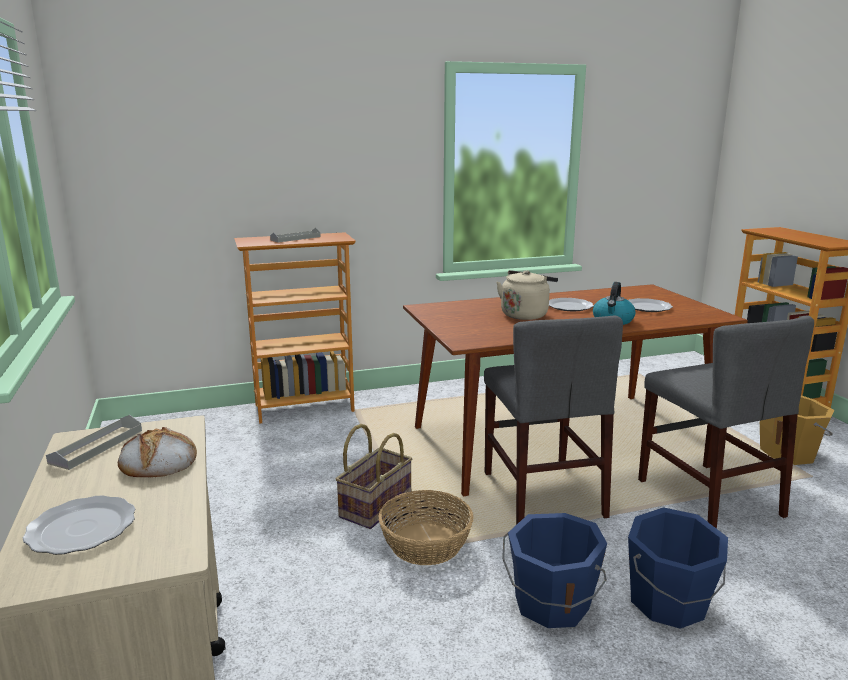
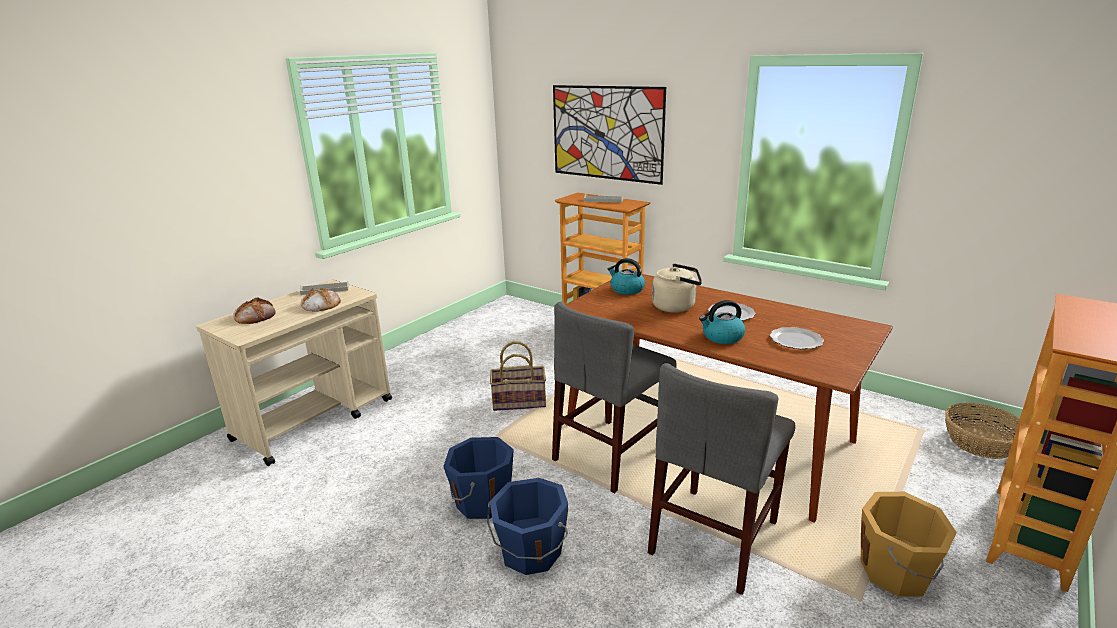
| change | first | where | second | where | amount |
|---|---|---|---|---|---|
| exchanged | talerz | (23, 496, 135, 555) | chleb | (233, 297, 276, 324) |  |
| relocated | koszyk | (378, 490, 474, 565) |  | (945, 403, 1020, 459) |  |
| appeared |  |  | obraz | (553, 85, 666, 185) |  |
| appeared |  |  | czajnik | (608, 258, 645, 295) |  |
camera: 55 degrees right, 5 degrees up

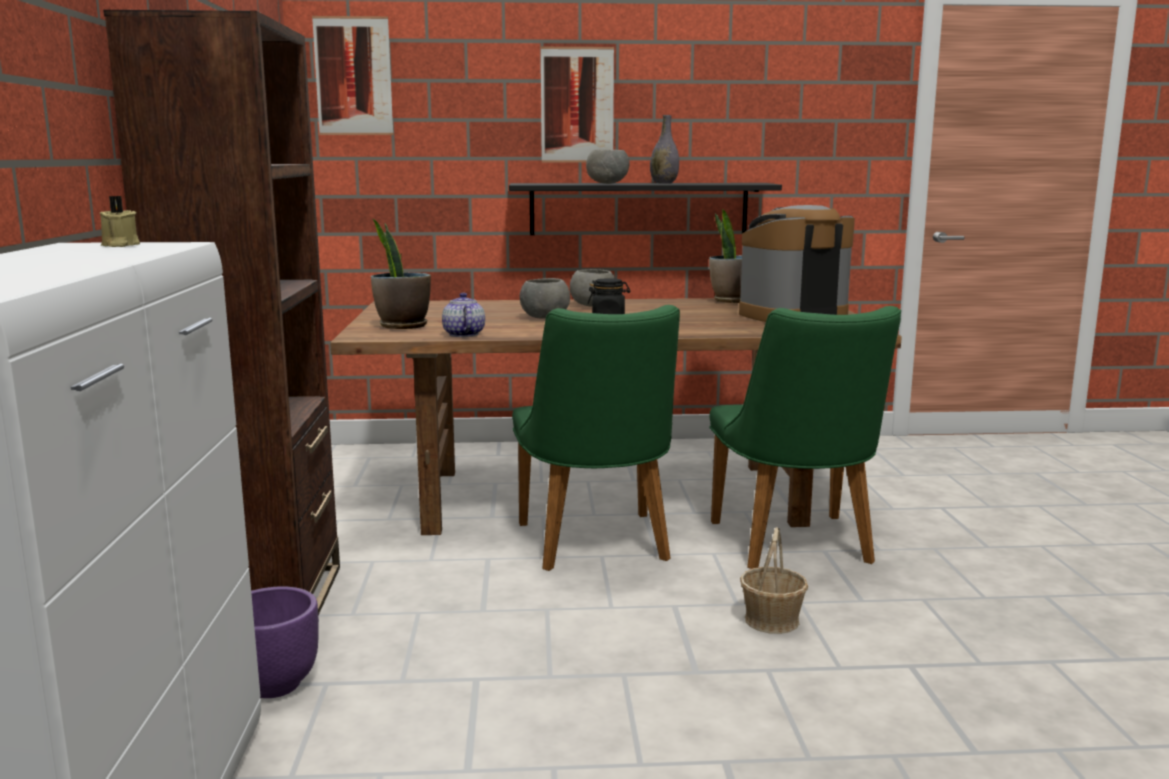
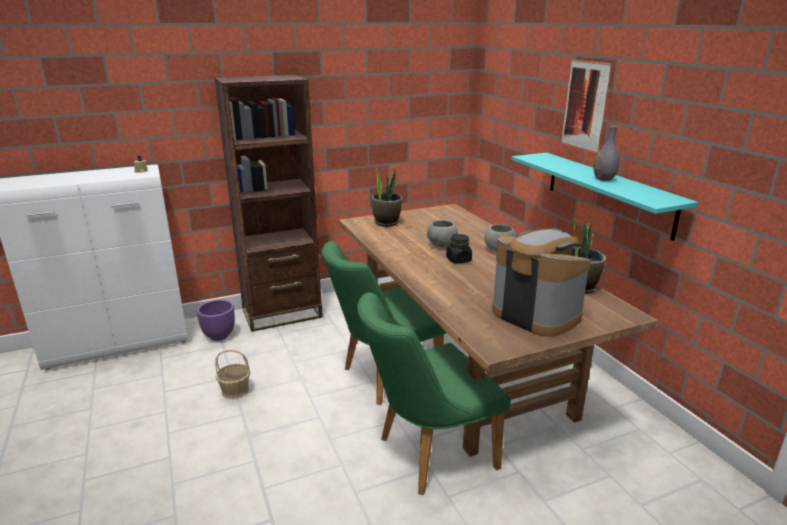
| change | first | where | second | where | amount |
|---|---|---|---|---|---|
| missing | obraz | (312, 16, 394, 135) |  |  |  |
| missing | imbryk | (442, 293, 485, 337) |  |  |  |
| colour | półka (czarny) | (509, 183, 782, 235) | półka (turkusowy) | (512, 153, 698, 241) |  |
| missing | miska (szary) | (586, 149, 630, 184) |  |  |  |
| relocated | koszyk | (740, 527, 808, 634) |  | (215, 349, 250, 399) |  |
camera: 70 degrees right, 10 degrees up

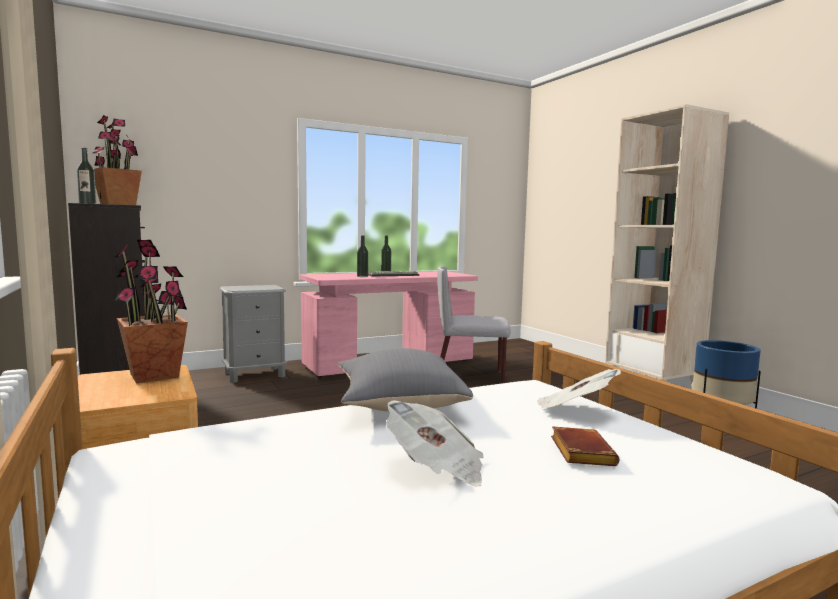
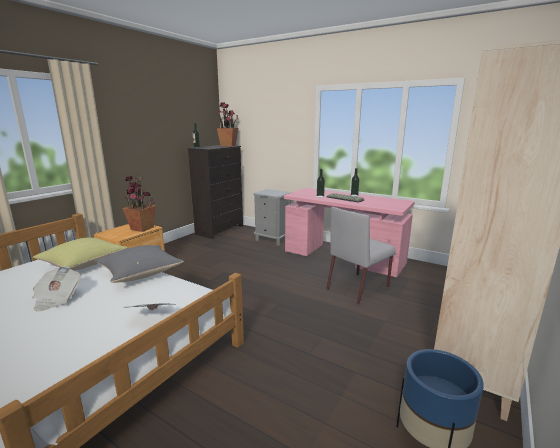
| change | first | where | second | where | amount |
|---|---|---|---|---|---|
| spun | krzesło (szary) | (437, 266, 511, 384) |  | (326, 207, 396, 305) | 105 degrees counterclockwise |
| missing | książka (brązowy) | (551, 426, 619, 466) |  |  |  |
| appeared |  |  | poduszka (żółty) | (33, 237, 128, 271) |  |
camera: 60 degrees right, 10 degrees up

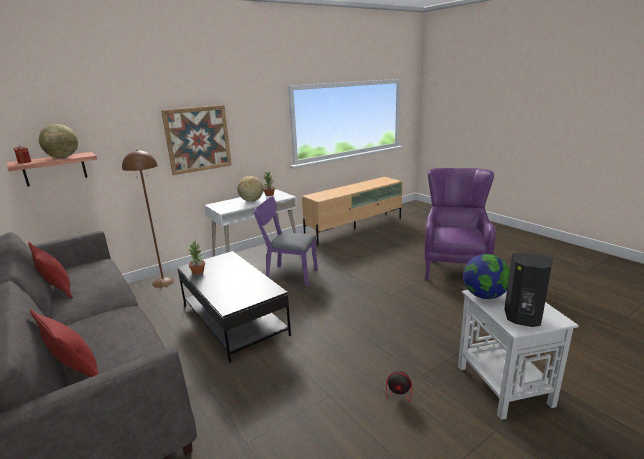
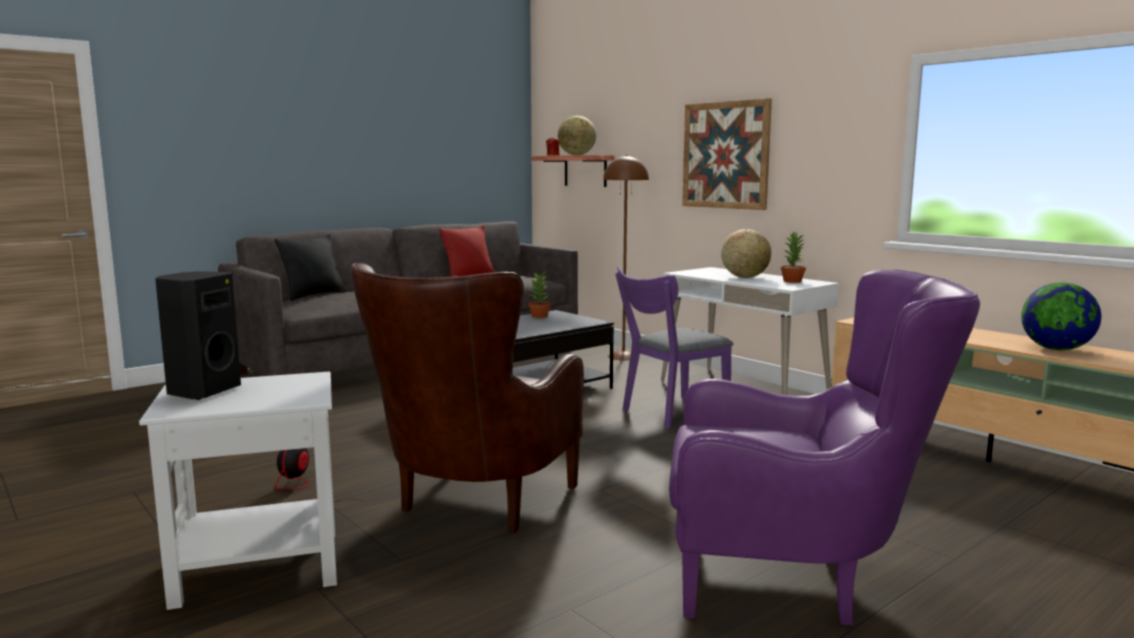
| change | first | where | second | where | amount |
|---|---|---|---|---|---|
| colour | poduszka (czerwony) | (30, 309, 99, 377) | poduszka (czarny) | (275, 234, 346, 301) |  |
| spun | krzesło (fioletowy) | (254, 196, 318, 286) |  | (615, 266, 733, 429) | 135 degrees counterclockwise |
| relocated | globus | (463, 254, 510, 299) |  | (1021, 282, 1101, 350) |  |
| appeared |  |  | fotel (brązowy) | (351, 263, 584, 533) |  |
camera: 85 degrees right, 10 degrees down

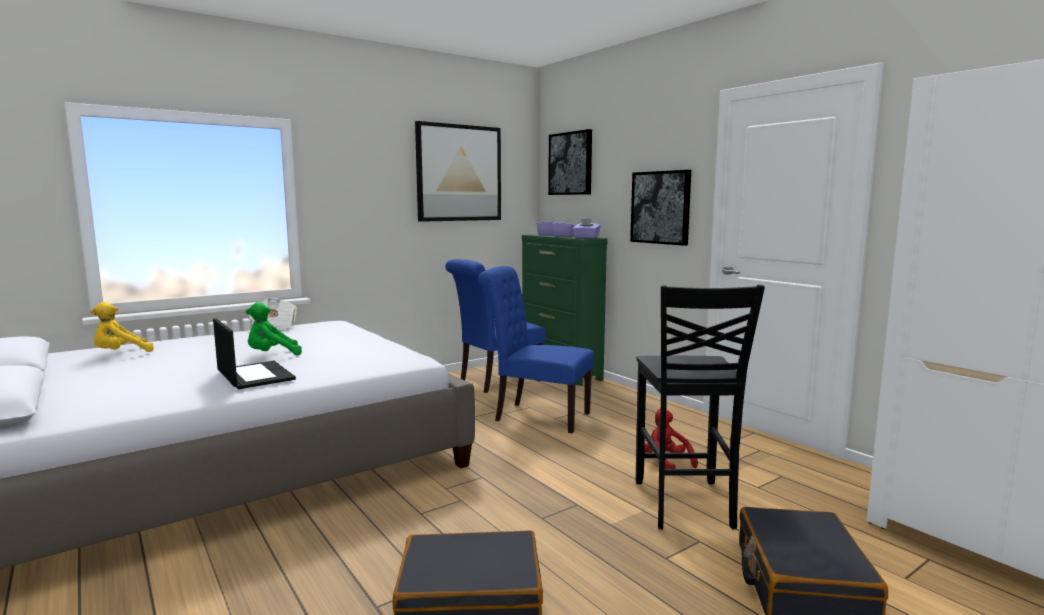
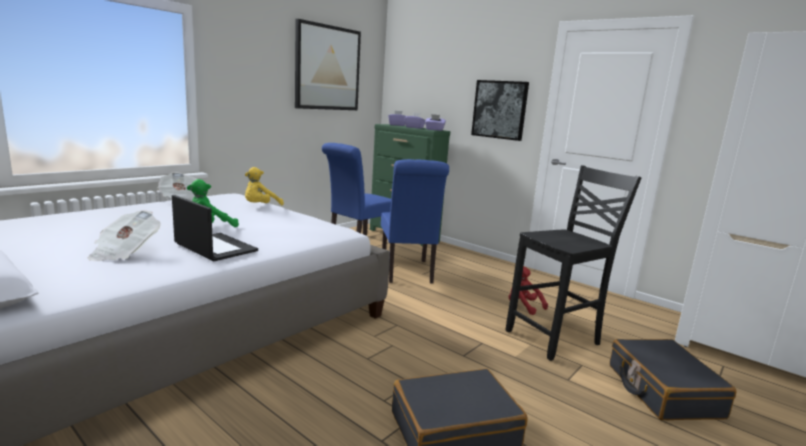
| change | first | where | second | where | amount |
|---|---|---|---|---|---|
| relocated | pluszak (żółty) | (90, 302, 154, 352) |  | (245, 167, 284, 205) |  |
| spun | krzesło (niebieski) | (478, 266, 594, 433) |  | (381, 159, 449, 284) | 105 degrees counterclockwise |
| missing | obraz | (548, 129, 592, 195) |  |  |  |
| spun | krzesło (czarny) | (636, 285, 765, 530) |  | (506, 165, 642, 361) | 105 degrees counterclockwise |
| appeared |  |  | gazeta | (88, 210, 161, 261) |  |
camera: 15 degrees left, 5 degrees up

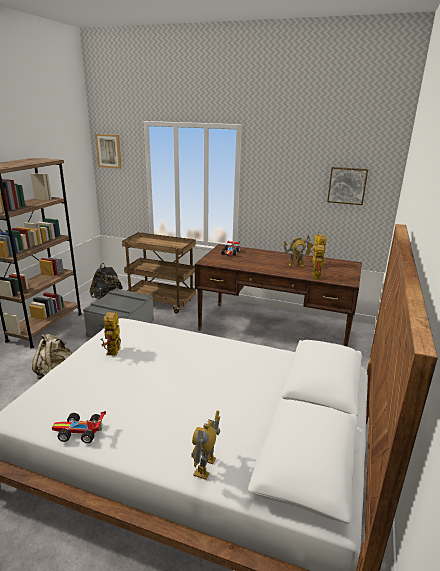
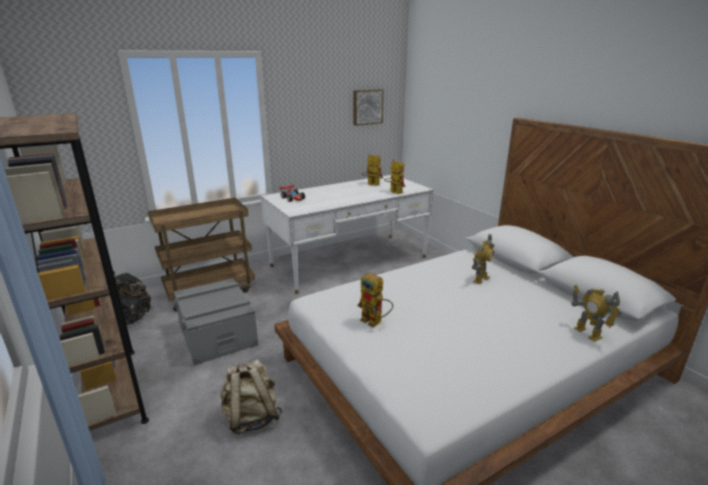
| change | first | where | second | where | amount |
|---|---|---|---|---|---|
| missing | samochodzik | (52, 411, 106, 443) |  |  |  |
| missing | obraz | (95, 134, 122, 169) |  |  |  |
| colour | biurko (brązowy) | (195, 244, 362, 347) | biurko (biały) | (261, 175, 434, 294) |  |
| relocated | robot zabawkowy | (283, 235, 313, 267) |  | (472, 234, 494, 284) |  |
camera: 50 degrees left, 0 degrees up

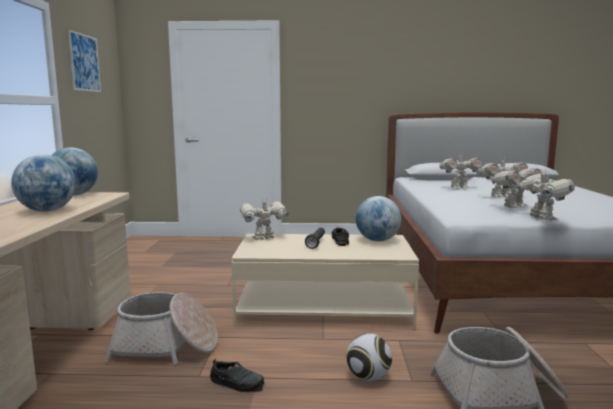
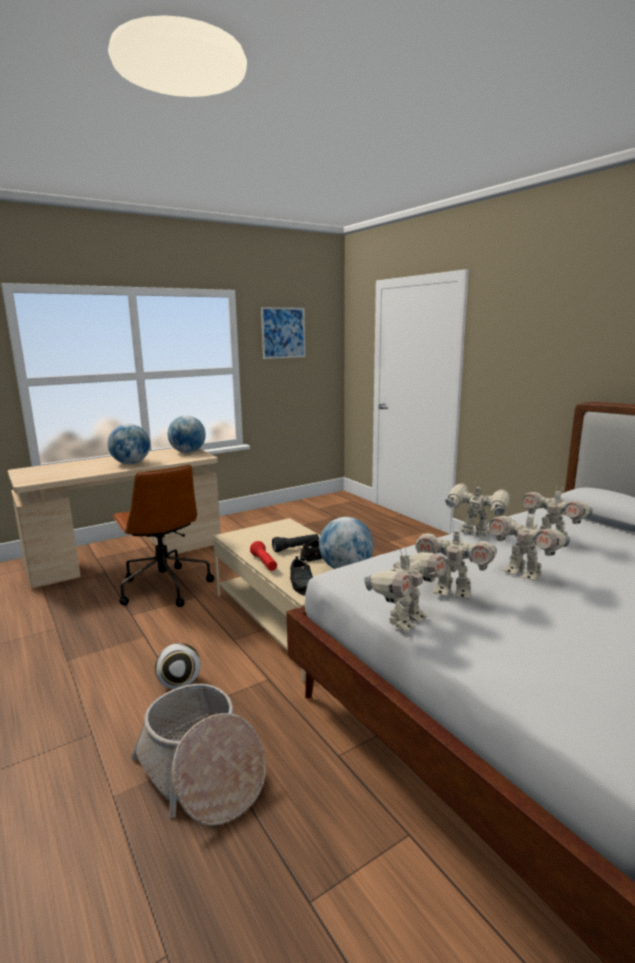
| change | first | where | second | where | amount |
|---|---|---|---|---|---|
| exchanged | koszyk | (105, 292, 218, 364) | krzesło biurowe (brązowy) | (112, 465, 214, 607) |  |
| relocated | but (czarny) | (210, 359, 264, 393) |  | (290, 556, 313, 596) |  |
| relocated | robot zabawkowy | (240, 200, 289, 240) |  | (445, 482, 510, 536) |  |
| appeared |  |  | latarka (czerwony) | (250, 541, 277, 571) |  |
camera: 55 degrees right, 5 degrees up

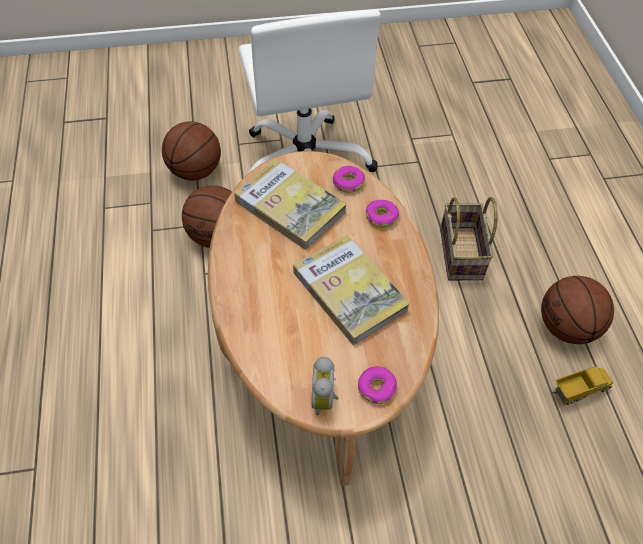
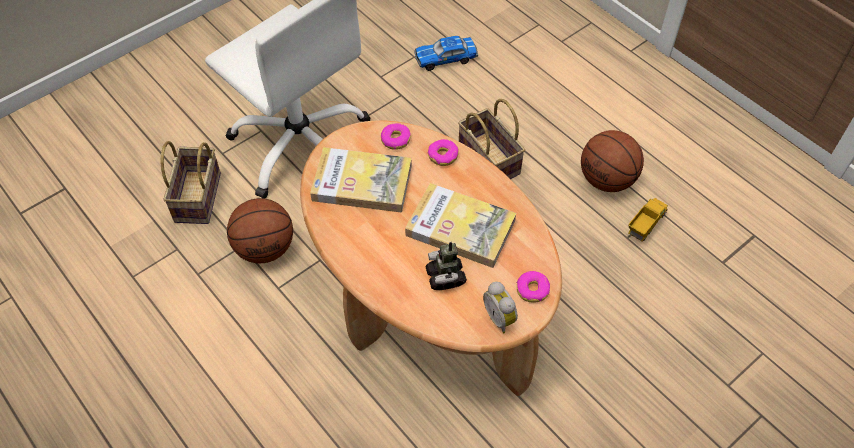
| change | first | where | second | where | amount |
|---|---|---|---|---|---|
| exchanged | piłka do koszykówki | (162, 121, 221, 180) | koszyk | (160, 141, 221, 224) |  |
| appeared |  |  | samochodzik | (414, 36, 478, 71) |  |
| appeared |  |  | robot zabawkowy | (426, 242, 467, 290) |  |
camera: 30 degrees left, 0 degrees up

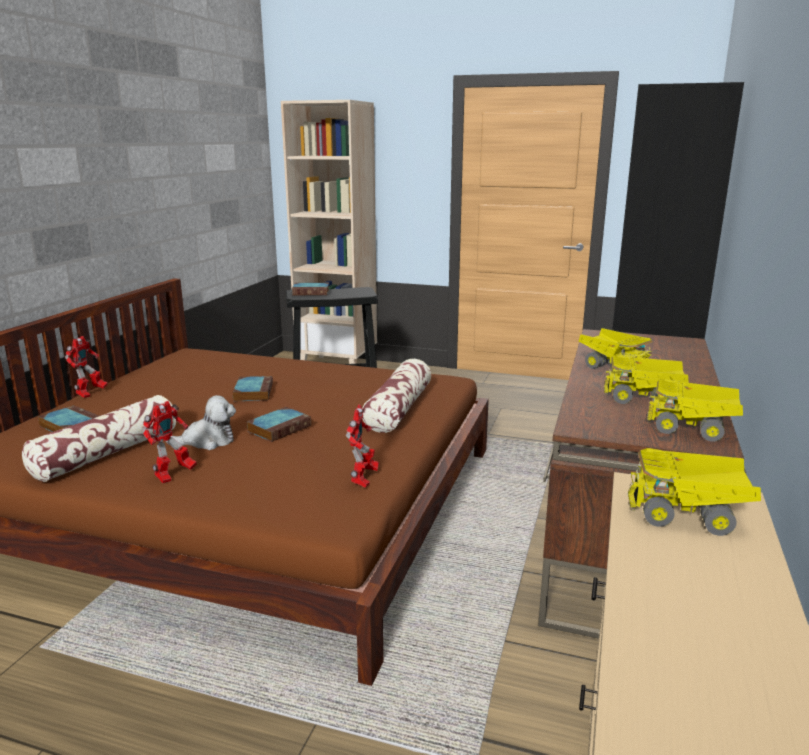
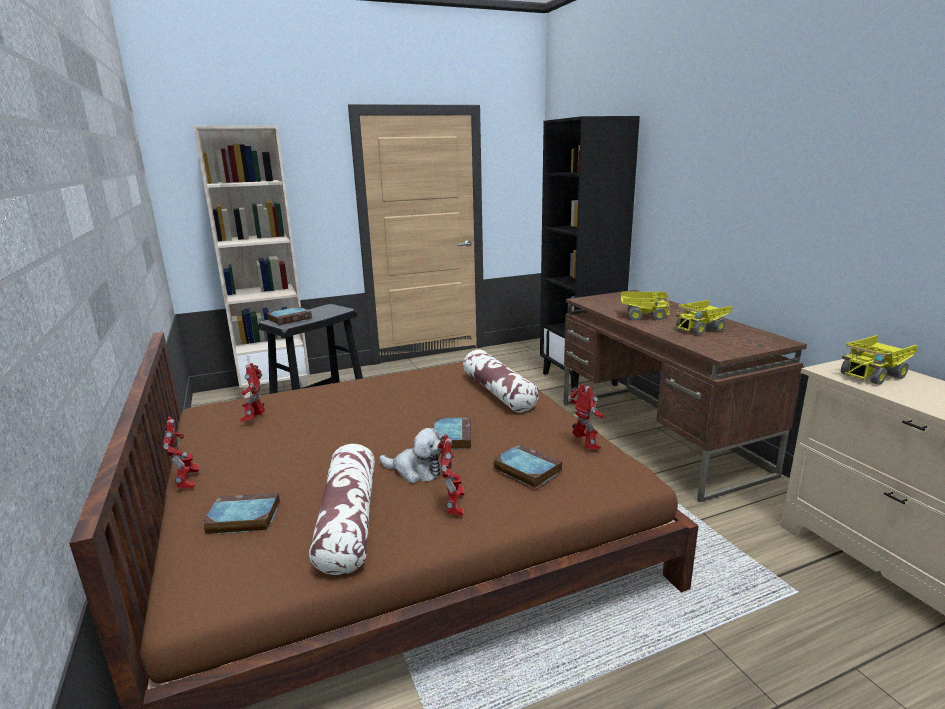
| change | first | where | second | where | amount |
|---|---|---|---|---|---|
| spun | pluszak | (166, 395, 236, 450) |  | (379, 428, 442, 483) | 75 degrees clockwise |
| relocated | książka | (233, 376, 273, 401) |  | (493, 444, 562, 489) |  |
| missing | ciężarówka zabawkowa | (647, 379, 743, 442) |  |  |  |
| appeared |  |  | robot zabawkowy | (240, 363, 265, 422) |  |
camera: 40 degrees left, 0 degrees up

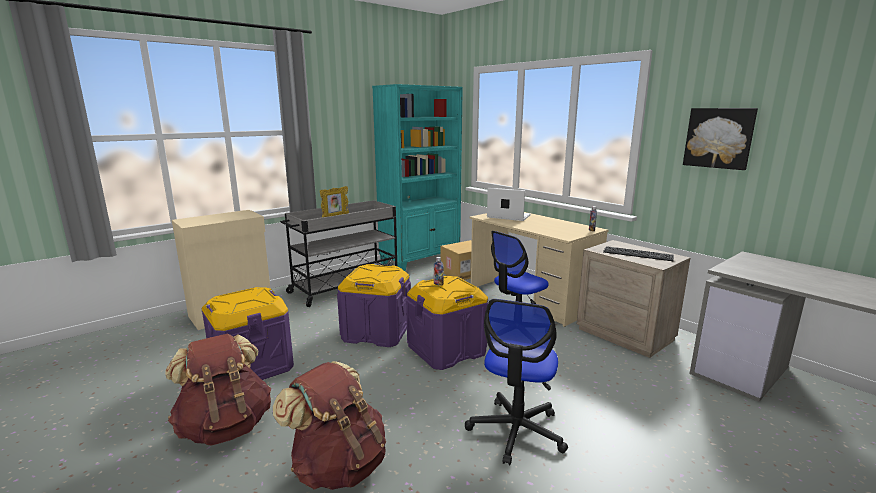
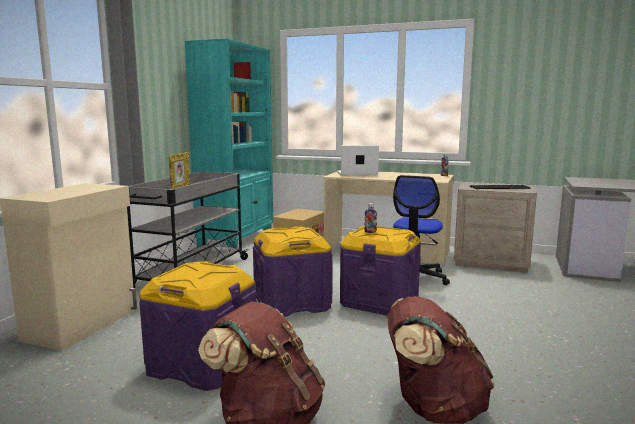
| change | first | where | second | where | amount |
|---|---|---|---|---|---|
| missing | krzesło biurowe | (465, 299, 568, 465) |  |  |  |
| missing | obraz | (683, 108, 758, 170) |  |  |  |
camera: 30 degrees left, 5 degrees down

